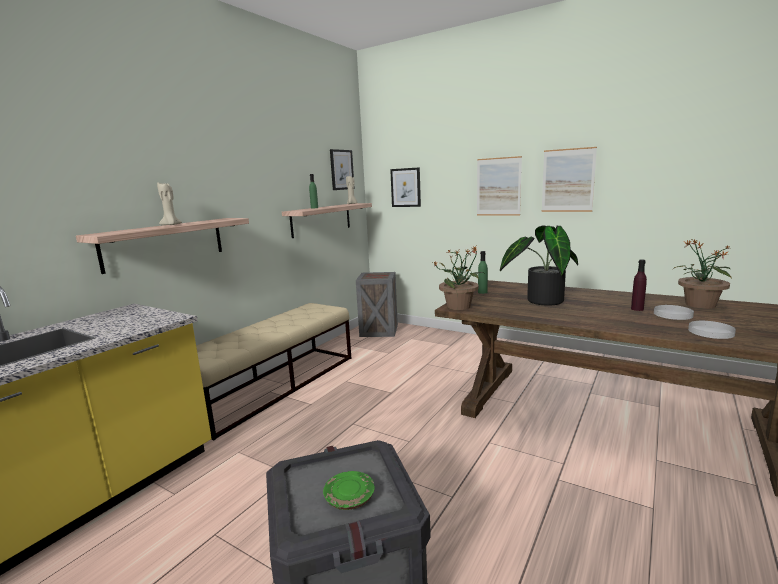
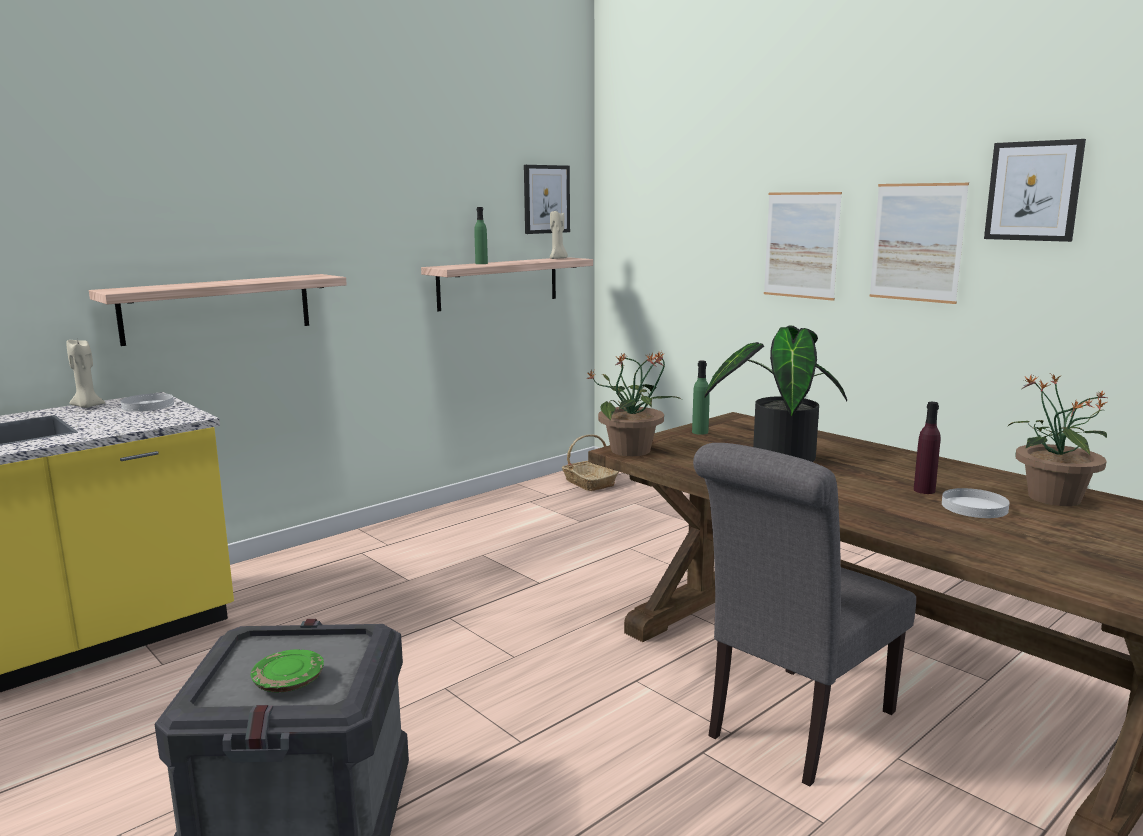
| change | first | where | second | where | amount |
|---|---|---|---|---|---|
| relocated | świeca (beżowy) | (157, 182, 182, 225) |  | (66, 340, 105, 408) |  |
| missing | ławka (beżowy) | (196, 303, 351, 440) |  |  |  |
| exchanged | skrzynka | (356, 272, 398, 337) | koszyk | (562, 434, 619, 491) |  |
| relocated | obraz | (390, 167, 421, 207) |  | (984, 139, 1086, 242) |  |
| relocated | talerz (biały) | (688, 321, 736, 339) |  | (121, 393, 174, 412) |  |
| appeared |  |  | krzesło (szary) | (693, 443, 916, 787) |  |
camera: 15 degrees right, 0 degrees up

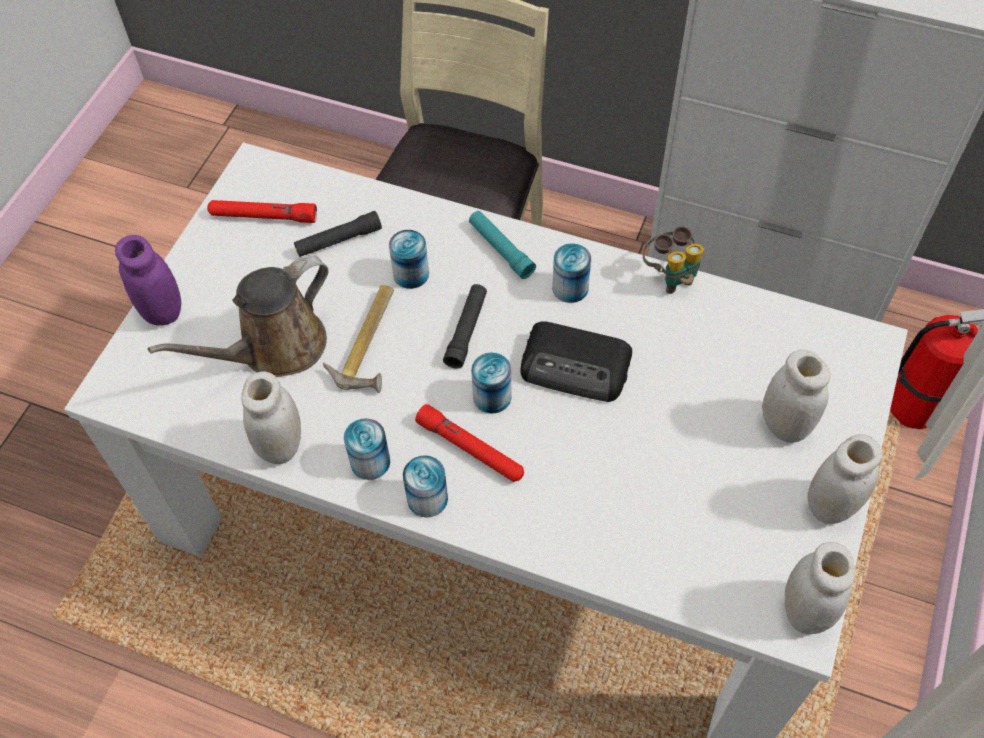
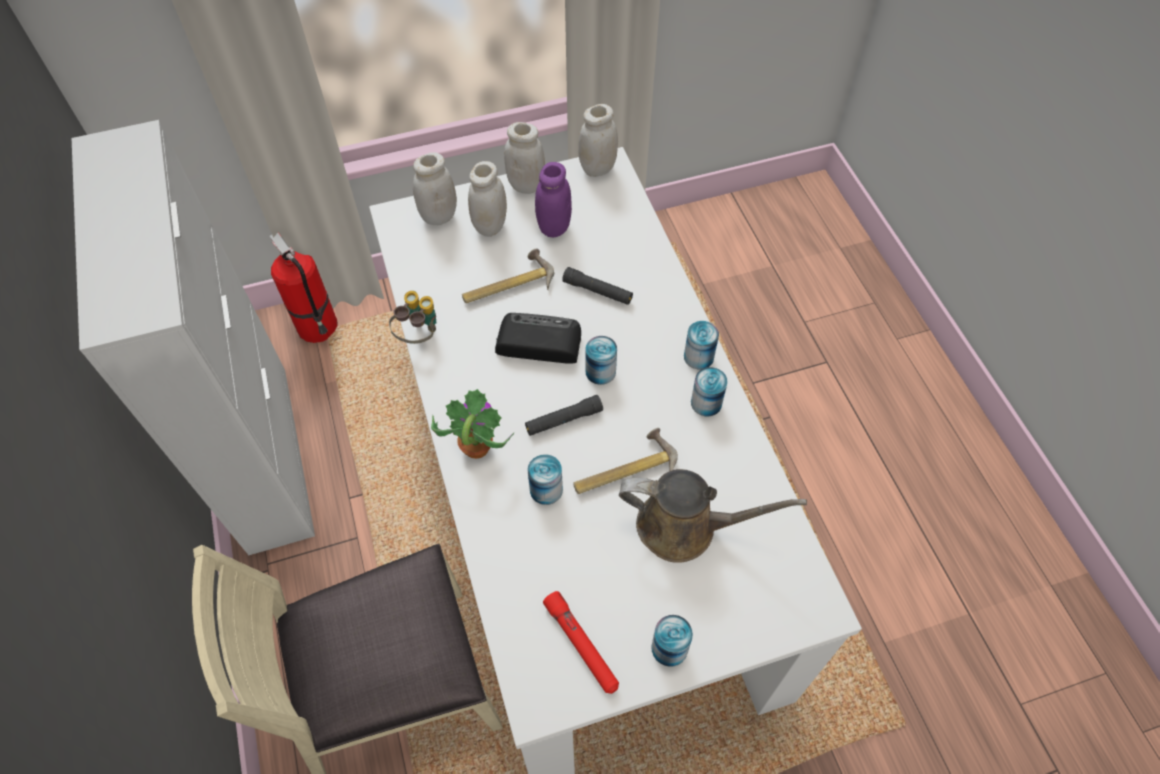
| change | first | where | second | where | amount |
|---|---|---|---|---|---|
| relocated | słoik (fioletowy) | (115, 235, 181, 326) |  | (535, 162, 572, 238) |  |
| relocated | słoik (biały) | (241, 371, 301, 464) |  | (413, 152, 457, 225) |  |
| relocated | latarka (czarny) | (294, 211, 382, 257) |  | (562, 267, 633, 305) |  |
| missing | latarka (czerwony) | (415, 404, 524, 482) |  |  |  |
| exchanged | latarka (turkusowy) | (469, 211, 536, 279) | roślina doniczkowa | (431, 389, 514, 459) |  |
| spun | radio | (521, 321, 632, 402) |  | (495, 313, 581, 364) | 60 degrees counterclockwise |
| relocated | puszka | (552, 243, 591, 303) |  | (651, 615, 693, 667) |  |
| appeared |  |  | młotek | (462, 249, 554, 303) |  |
camera: 130 degrees left, 0 degrees up

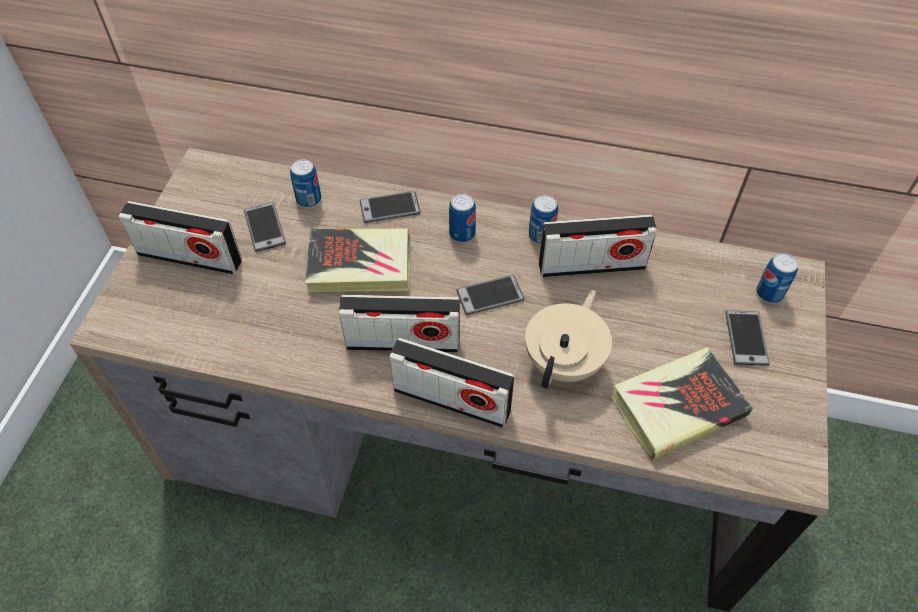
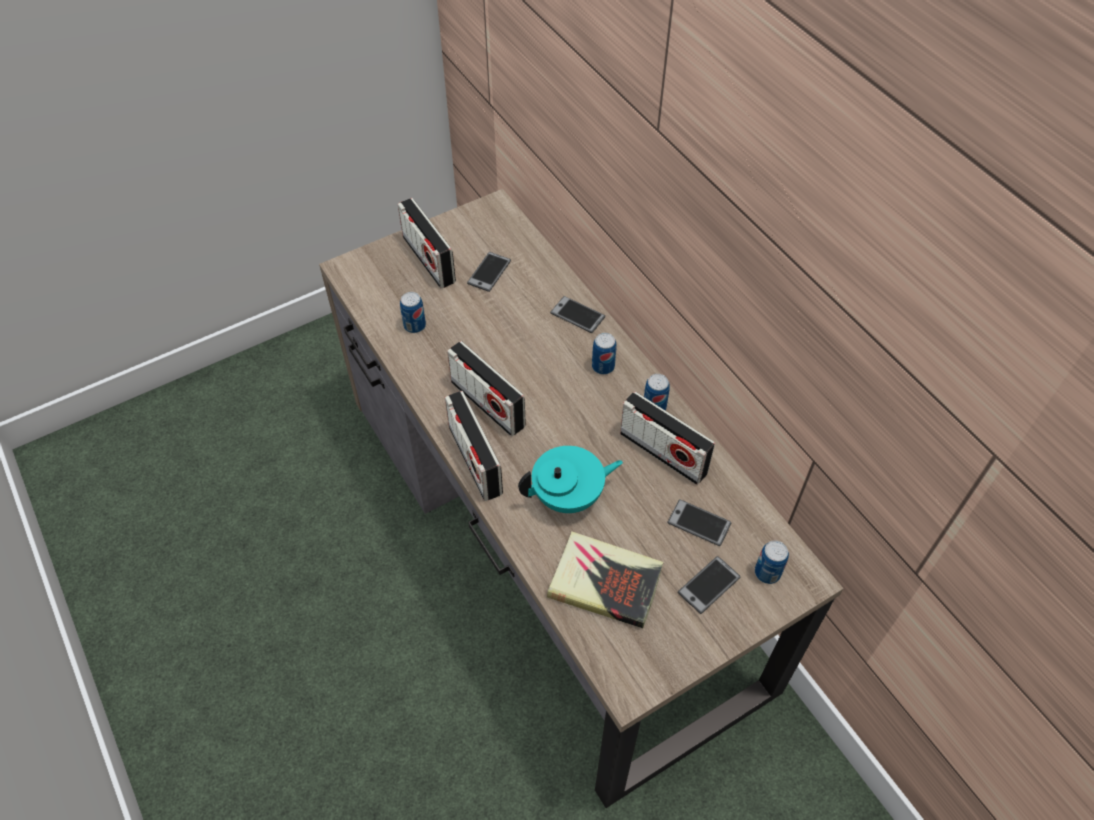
| change | first | where | second | where | amount |
|---|---|---|---|---|---|
| relocated | puszka | (290, 159, 321, 207) |  | (400, 292, 426, 333) |  |
| missing | książka | (305, 228, 411, 292) |  |  |  |
| relocated | telefon | (456, 275, 524, 315) |  | (667, 499, 731, 546) |  |
| colour | imbryk (beżowy) | (525, 290, 612, 389) | imbryk (turkusowy) | (518, 446, 623, 513) |  |
camera: 45 degrees right, 0 degrees up

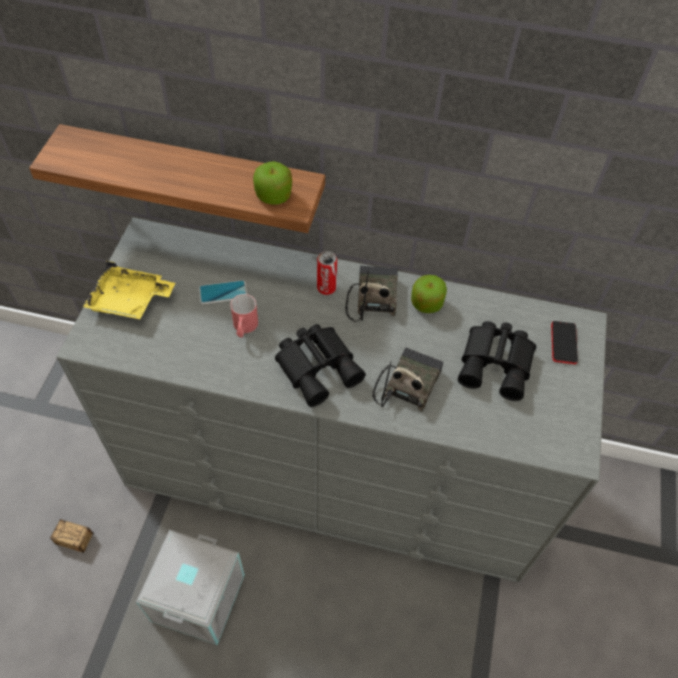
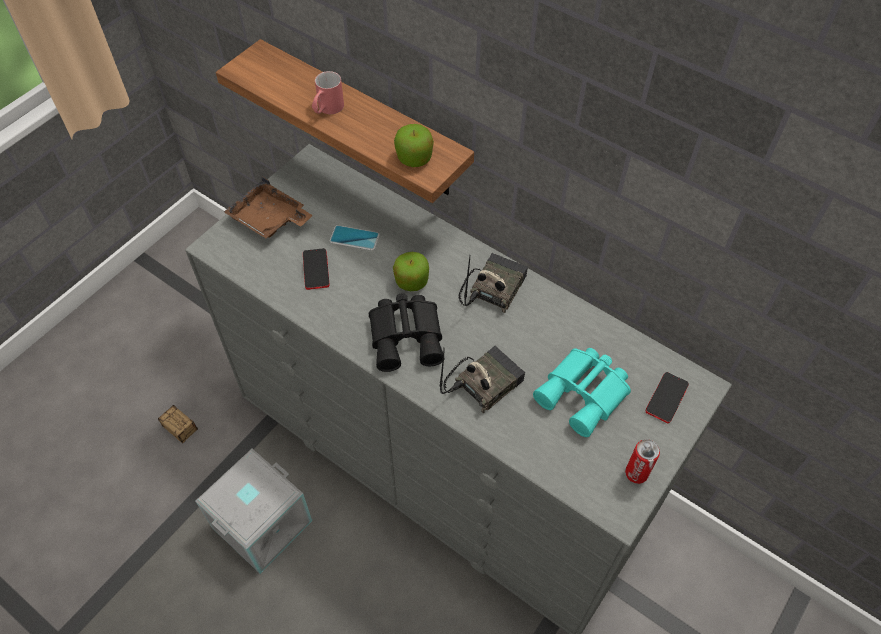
| change | first | where | second | where | amount |
|---|---|---|---|---|---|
| colour | taca (żółty) | (83, 261, 175, 319) | taca (brązowy) | (224, 177, 313, 238) |  |
| relocated | kubek (czerwony) | (230, 294, 258, 337) |  | (312, 71, 344, 114) |  |
| relocated | puszka | (317, 251, 337, 295) |  | (625, 439, 660, 484) |  |
| relocated | jabłko | (411, 275, 447, 313) |  | (393, 252, 429, 291) |  |
| colour | lornetka (czarny) | (458, 321, 536, 401) | lornetka (turkusowy) | (533, 348, 631, 437) |  |
| appeared |  |  | telefon | (303, 248, 329, 290) |  |
camera: 25 degrees right, 0 degrees up

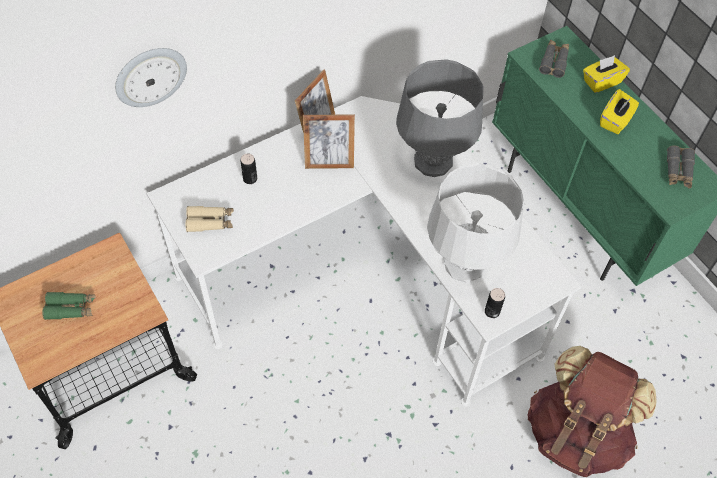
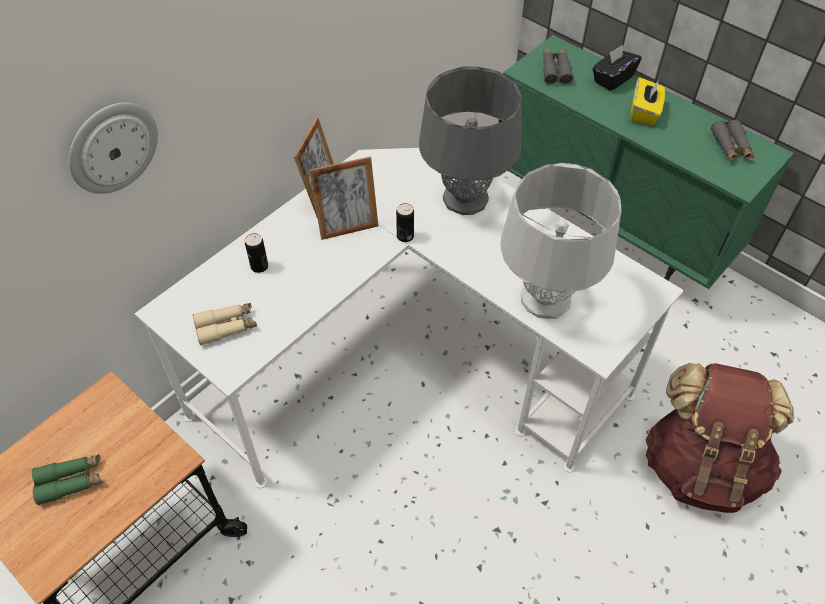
| change | first | where | second | where | amount |
|---|---|---|---|---|---|
| relocated | puszka | (485, 288, 505, 318) |  | (396, 203, 414, 242) |  |
| colour | pudełko chusteczek (żółty) | (583, 55, 630, 93) | pudełko chusteczek (czarny) | (592, 45, 641, 91) |  |
camera: 15 degrees left, 5 degrees down

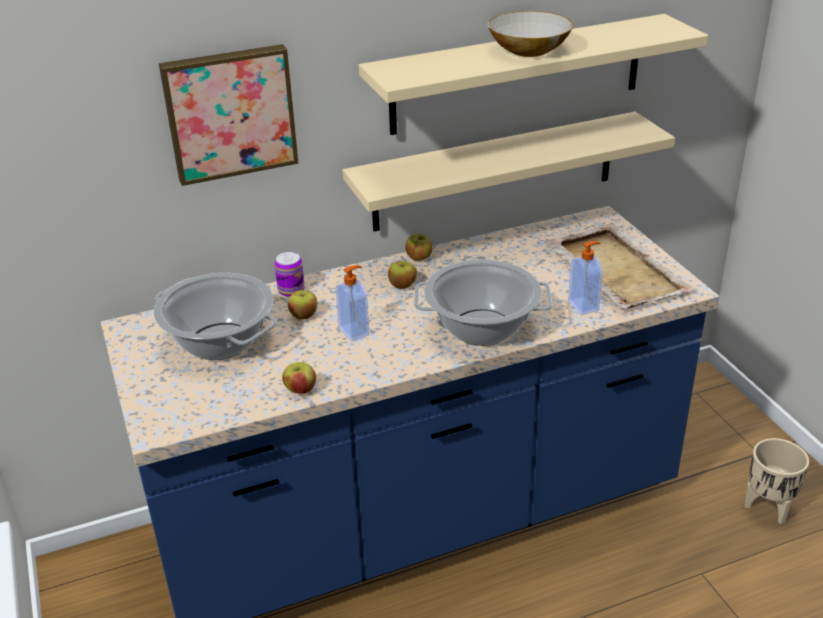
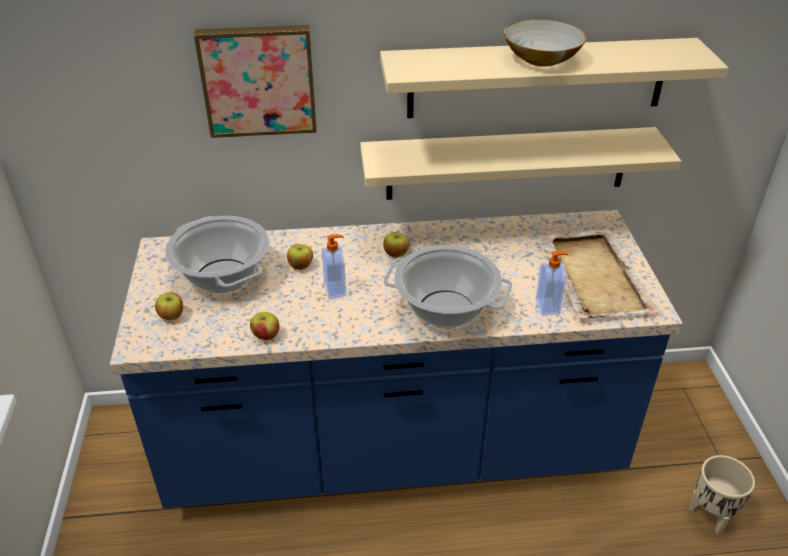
| change | first | where | second | where | amount |
|---|---|---|---|---|---|
| missing | puszka | (275, 252, 305, 297) |  |  |  |
| relocated | jabłko | (405, 234, 433, 261) |  | (155, 292, 183, 320) |  |
camera: 15 degrees right, 5 degrees up

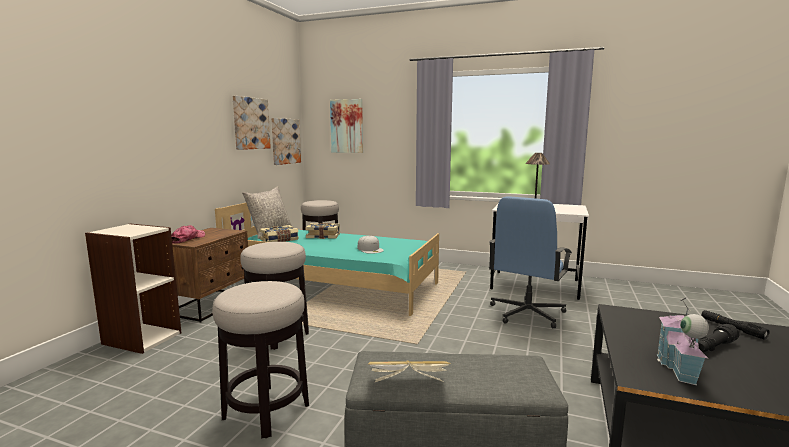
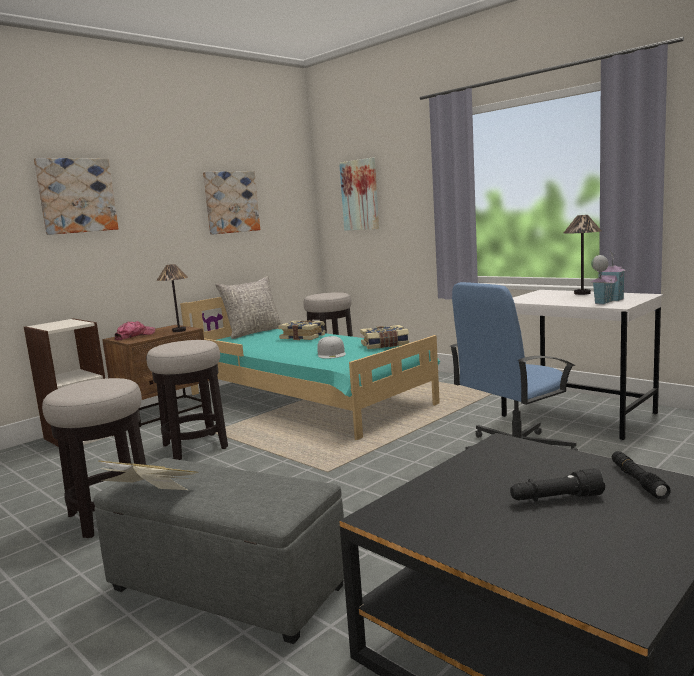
| change | first | where | second | where | amount |
|---|---|---|---|---|---|
| relocated | książka | (260, 225, 299, 242) |  | (360, 325, 409, 349) |  |
| relocated | obraz | (271, 118, 301, 165) |  | (34, 158, 119, 235) |  |
| relocated | domek | (657, 298, 709, 385) |  | (591, 251, 625, 304) |  |
| appeared |  |  | lampa stołowa | (157, 264, 188, 332) |  |
camera: 25 degrees right, 0 degrees up

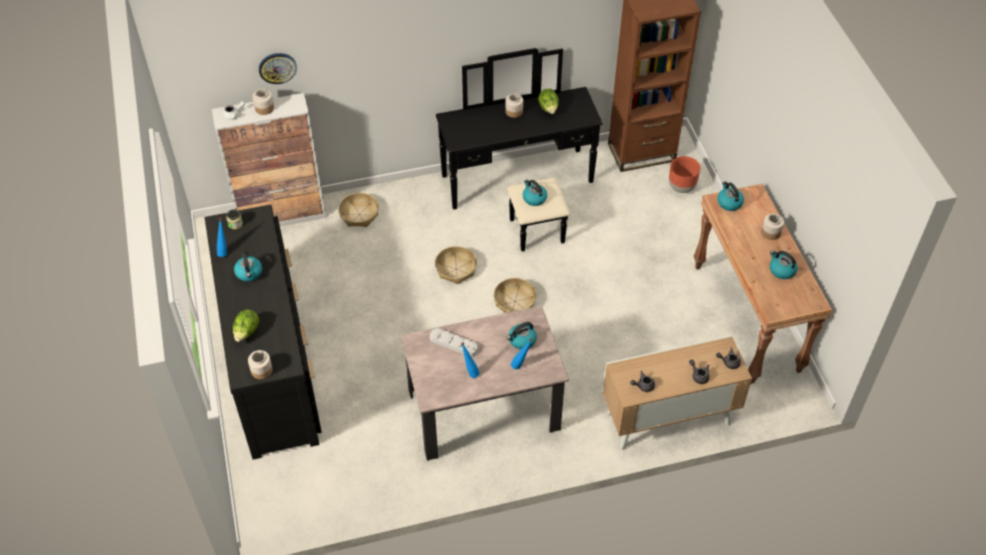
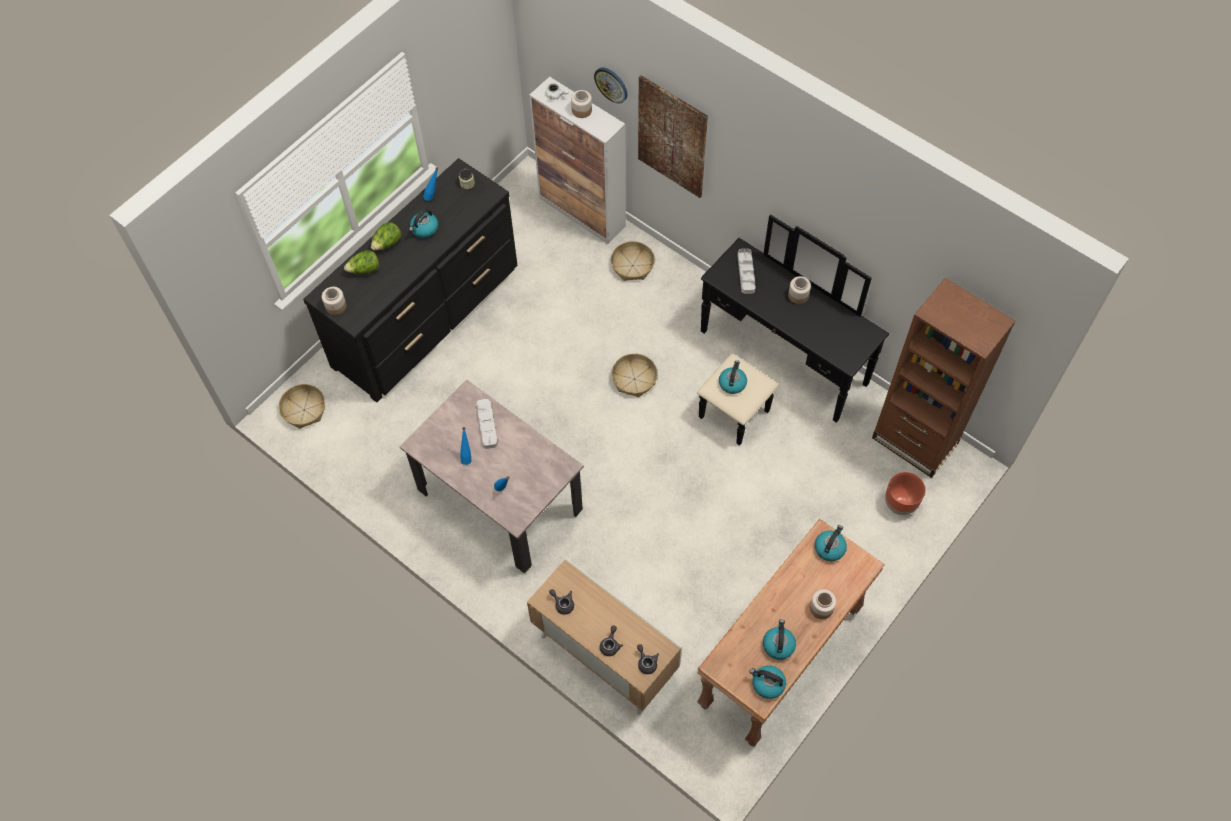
| change | first | where | second | where | amount |
|---|---|---|---|---|---|
| relocated | koszyk | (494, 278, 537, 313) |  | (279, 384, 325, 429) |  |
| relocated | czajnik | (506, 322, 537, 350) |  | (750, 665, 786, 699) |  |
| relocated | sałata | (538, 89, 559, 114) |  | (371, 222, 401, 251) |  |
| appeared |  |  | obraz | (638, 75, 708, 198) |  |
| appeared |  |  | taca (szary) | (737, 249, 756, 294) |  |
camera: 55 degrees right, 10 degrees up

